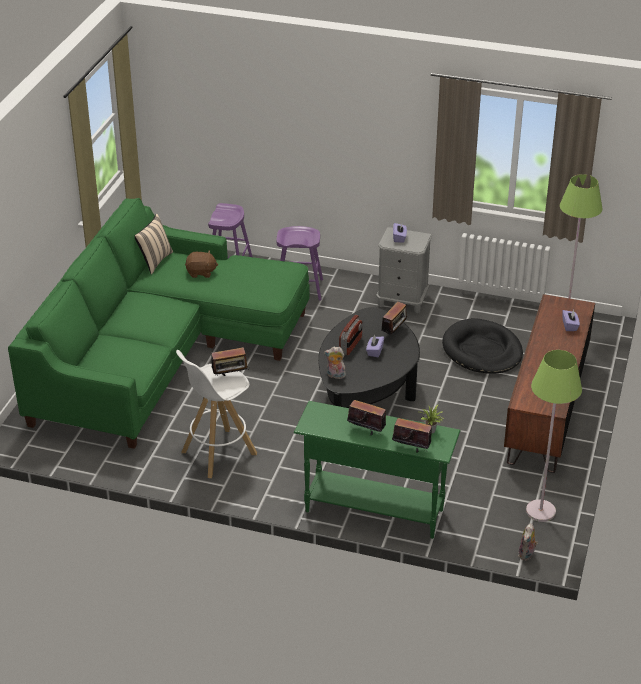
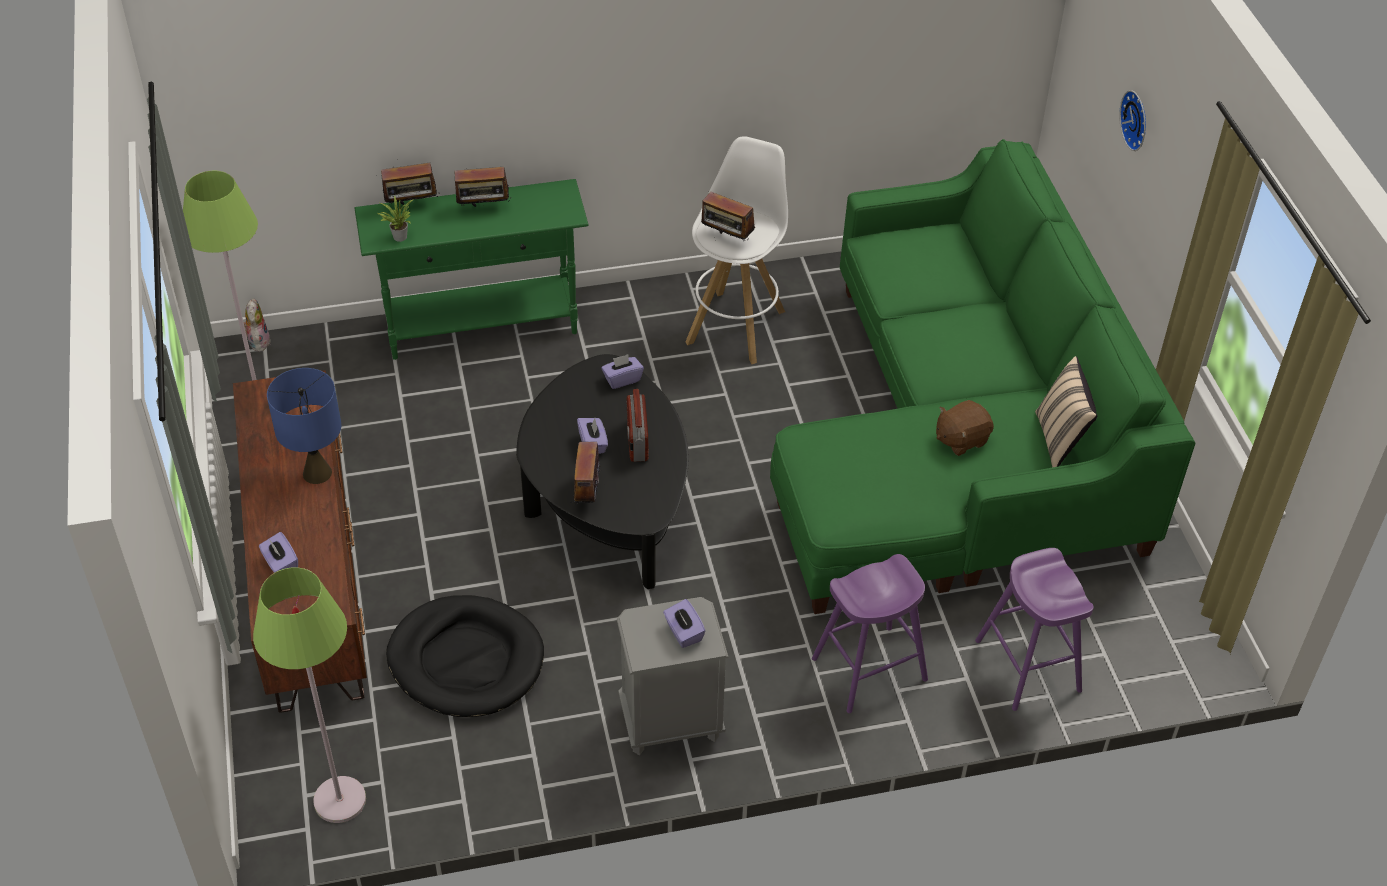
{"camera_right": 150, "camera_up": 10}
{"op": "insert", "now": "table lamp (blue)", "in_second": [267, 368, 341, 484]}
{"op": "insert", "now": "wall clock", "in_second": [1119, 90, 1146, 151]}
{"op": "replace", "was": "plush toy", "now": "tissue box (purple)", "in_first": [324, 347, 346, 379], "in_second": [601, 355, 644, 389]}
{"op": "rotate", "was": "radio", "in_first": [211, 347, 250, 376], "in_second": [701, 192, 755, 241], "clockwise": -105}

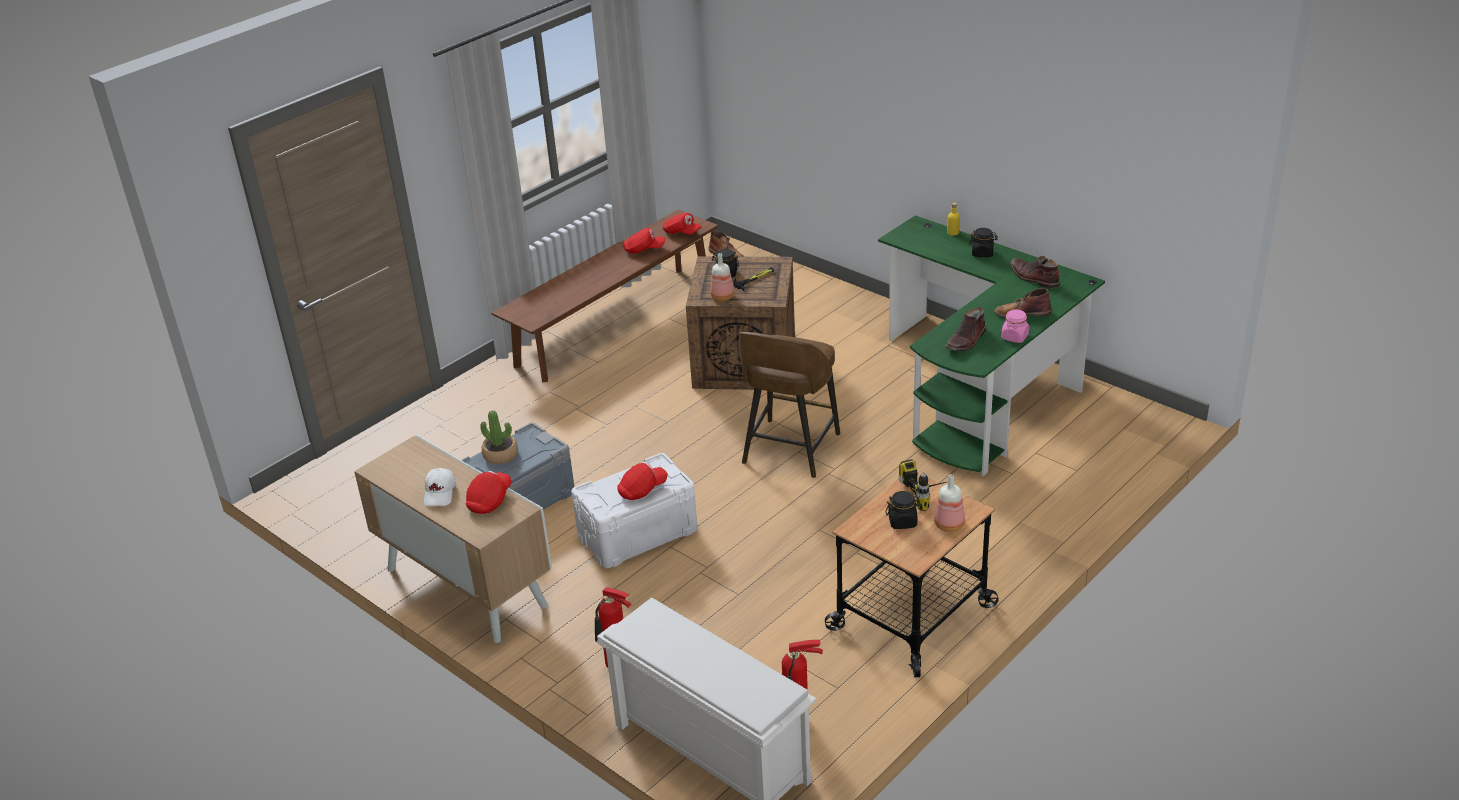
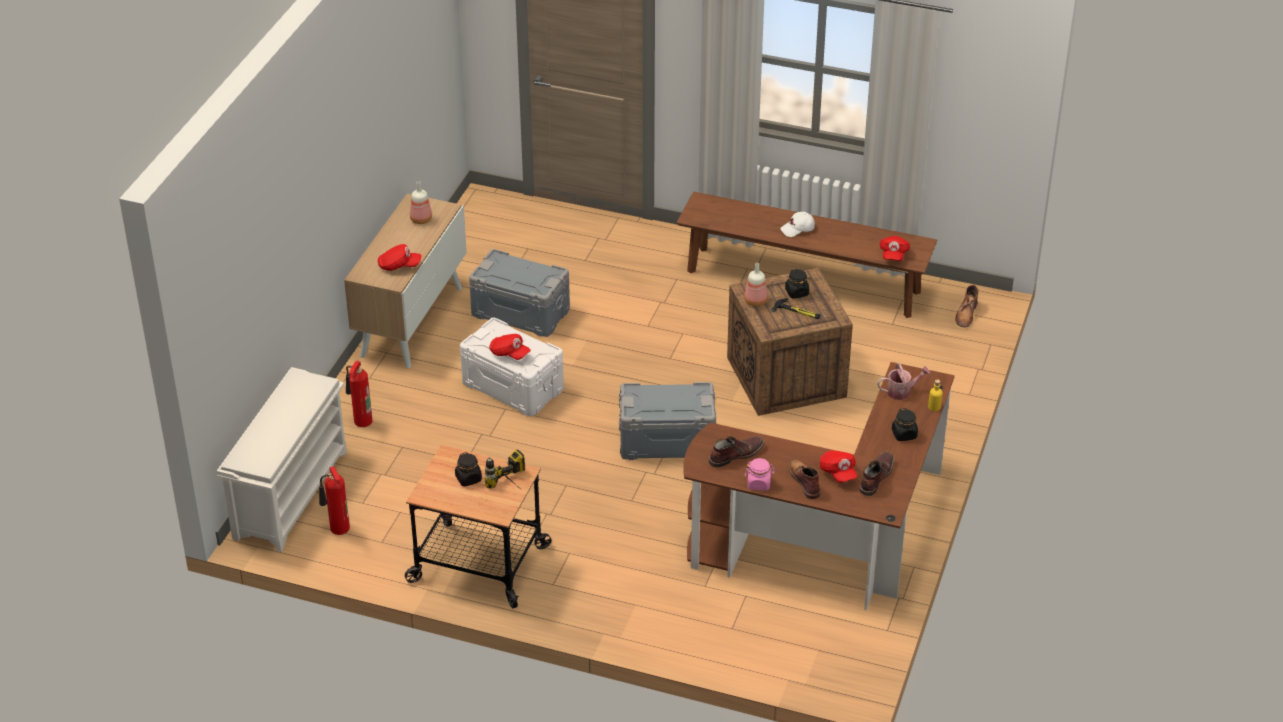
{"camera_right": 65, "camera_up": 5}
{"op": "delete", "was": "potted plant", "in_first": [480, 410, 518, 464]}
{"op": "insert", "now": "watering can", "in_second": [877, 364, 930, 400]}
{"op": "move", "was": "cap (white)", "in_first": [424, 468, 456, 506], "in_second": [780, 212, 815, 237]}
{"op": "move", "was": "cap (red)", "in_first": [623, 228, 665, 254], "in_second": [820, 450, 858, 483]}
{"op": "move", "was": "bottle", "in_first": [934, 474, 965, 532], "in_second": [410, 181, 432, 224]}
{"op": "replace", "was": "stool (brown)", "now": "storage box (grey)", "in_first": [739, 332, 840, 478], "in_second": [619, 382, 716, 460]}
{"op": "recolor", "was": "desk (green)", "now": "desk (brown)", "in_first": [878, 215, 1105, 476], "in_second": [683, 362, 955, 610]}
{"op": "rotate", "was": "boot (brown)", "in_first": [945, 307, 986, 351], "in_second": [709, 436, 765, 467], "clockwise": 135}

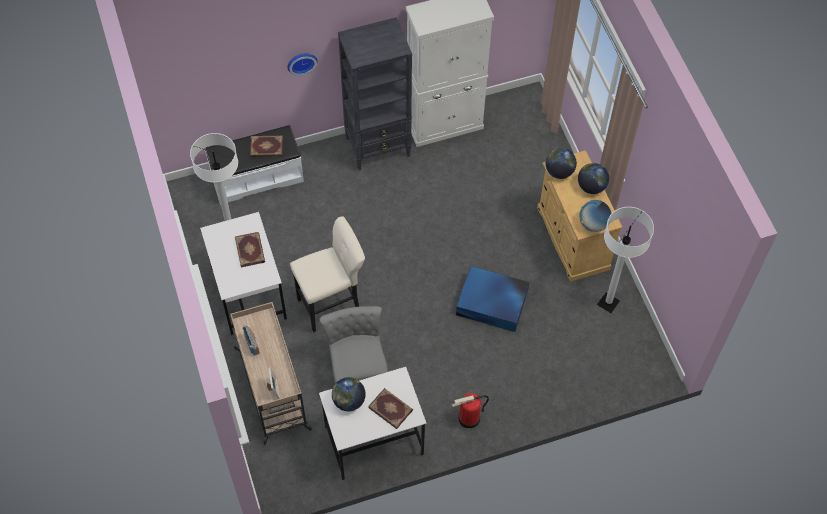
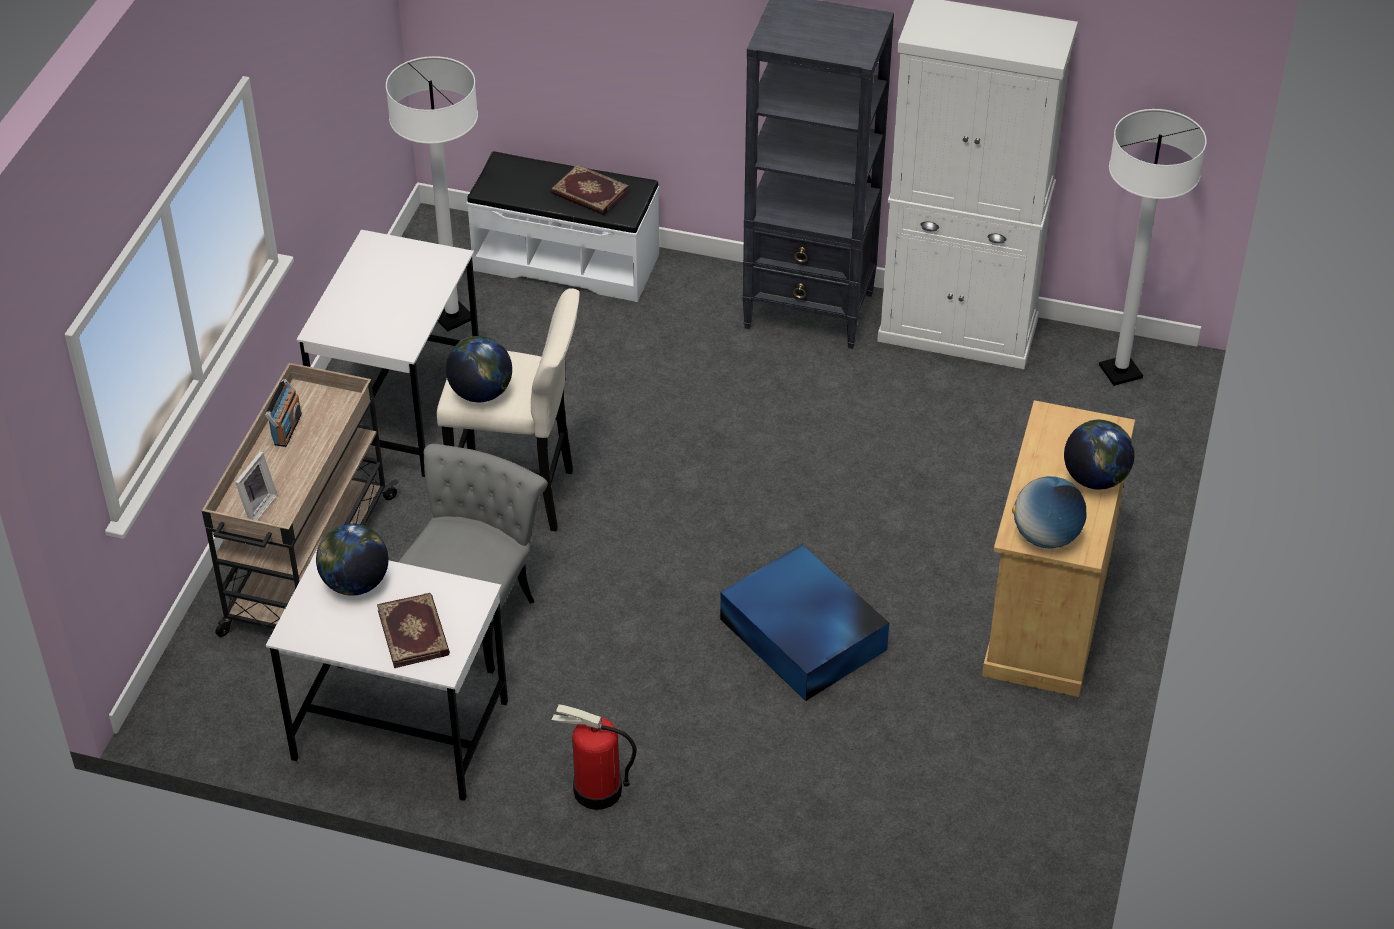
{"camera_right": 35, "camera_up": -15}
{"op": "delete", "was": "book", "in_first": [235, 232, 265, 267]}
{"op": "delete", "was": "wall clock", "in_first": [287, 53, 318, 76]}
{"op": "move", "was": "globe", "in_first": [546, 148, 577, 179], "in_second": [446, 336, 512, 402]}
{"op": "move", "was": "floor lamp (white)", "in_first": [597, 207, 654, 313], "in_second": [1099, 109, 1207, 386]}

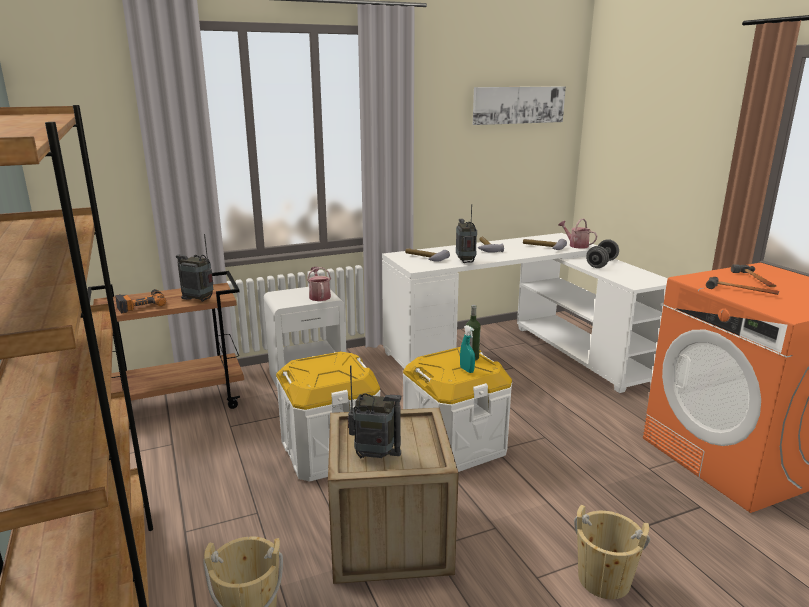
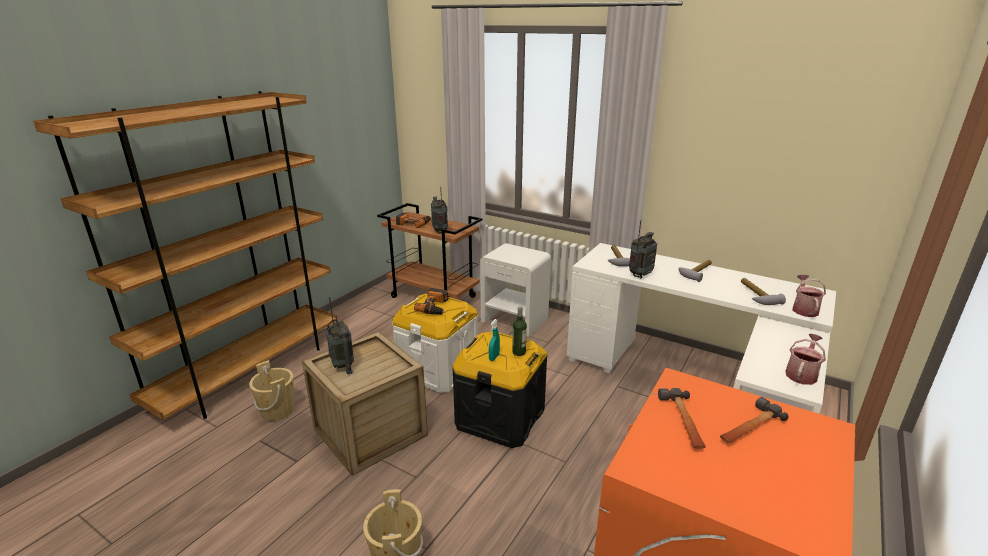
{"camera_right": 55, "camera_up": 5}
{"op": "delete", "was": "picture", "in_first": [473, 86, 566, 125]}
{"op": "delete", "was": "dumbbell (grey)", "in_first": [586, 239, 619, 268]}
{"op": "insert", "now": "power drill", "in_second": [414, 288, 448, 315]}
{"op": "move", "was": "watering can", "in_first": [307, 267, 331, 301], "in_second": [785, 334, 826, 385]}
{"op": "recolor", "was": "storage box (white)", "now": "storage box (black)", "in_first": [403, 347, 512, 472], "in_second": [452, 331, 547, 448]}

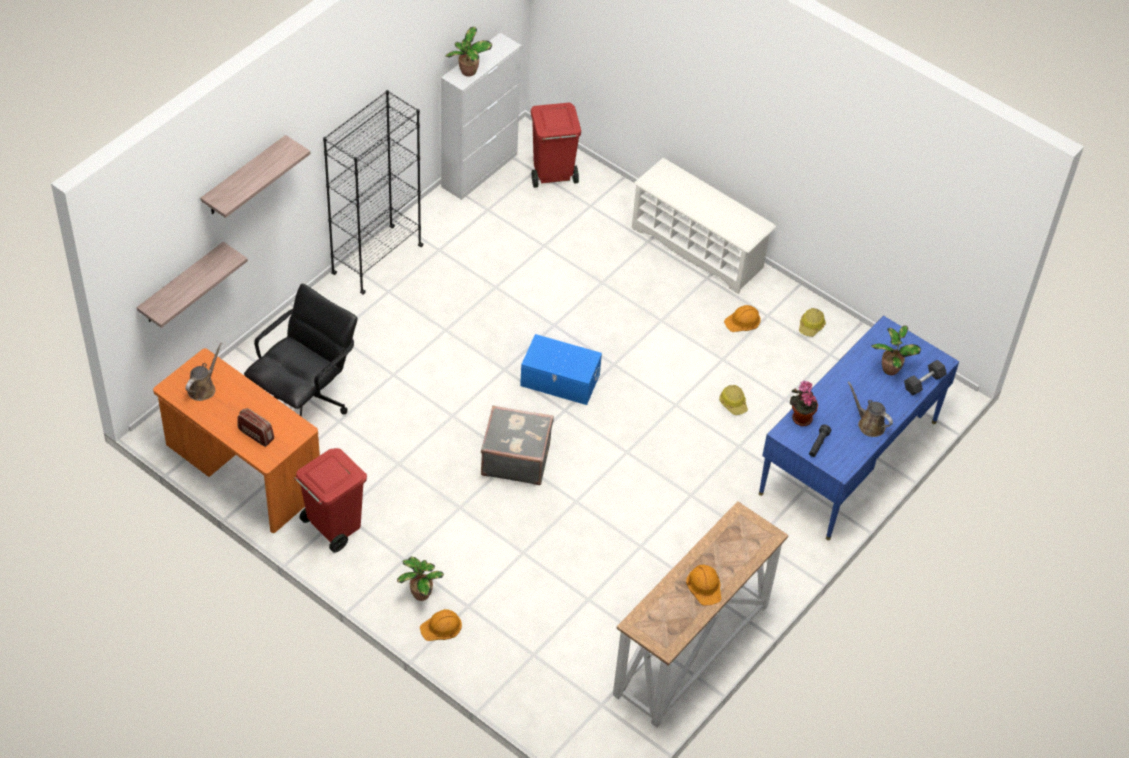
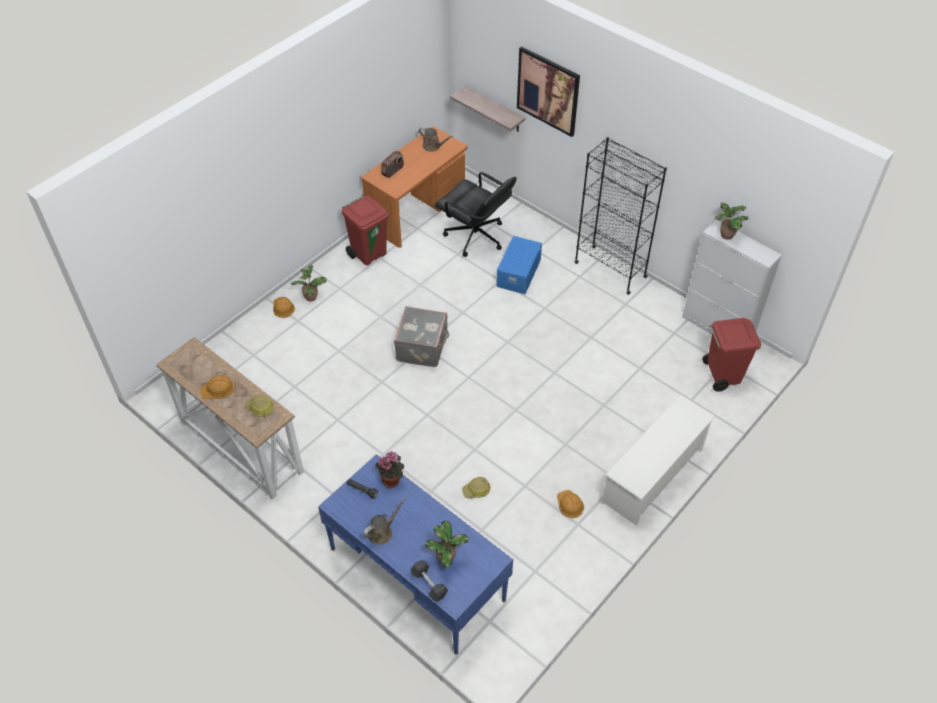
{"camera_right": 95, "camera_up": 0}
{"op": "move", "was": "storage box (blue)", "in_first": [520, 334, 602, 405], "in_second": [496, 236, 542, 294]}
{"op": "move", "was": "hard hat", "in_first": [799, 308, 826, 337], "in_second": [244, 395, 274, 417]}
{"op": "replace", "was": "shelf", "now": "picture", "in_first": [200, 135, 310, 218], "in_second": [517, 47, 580, 137]}

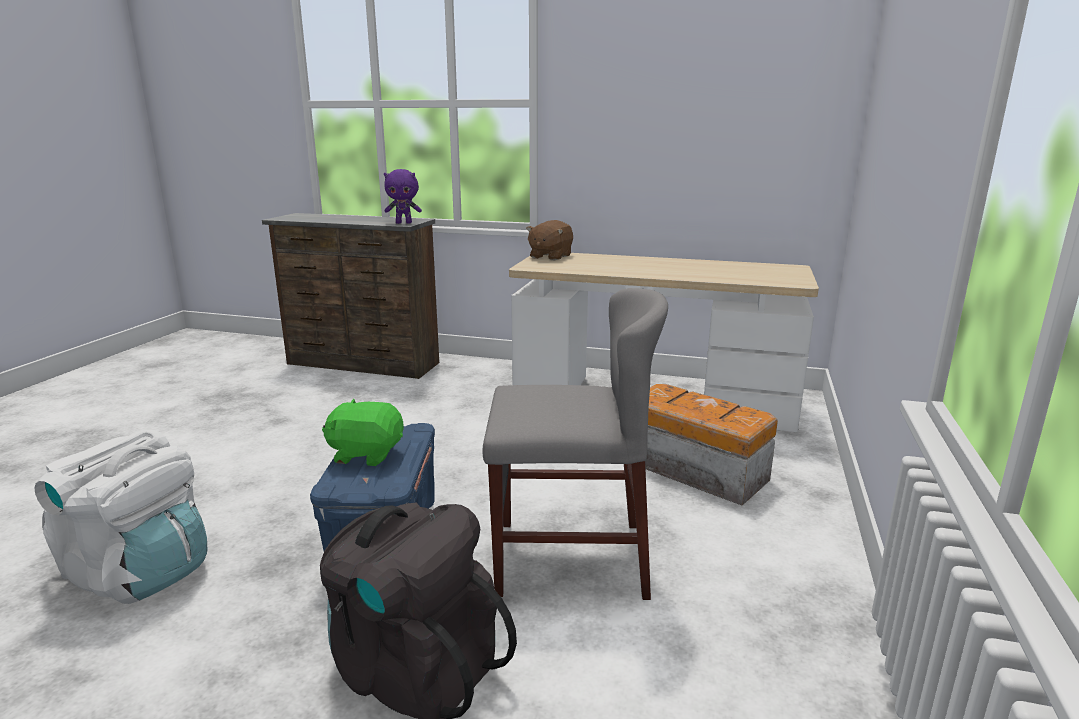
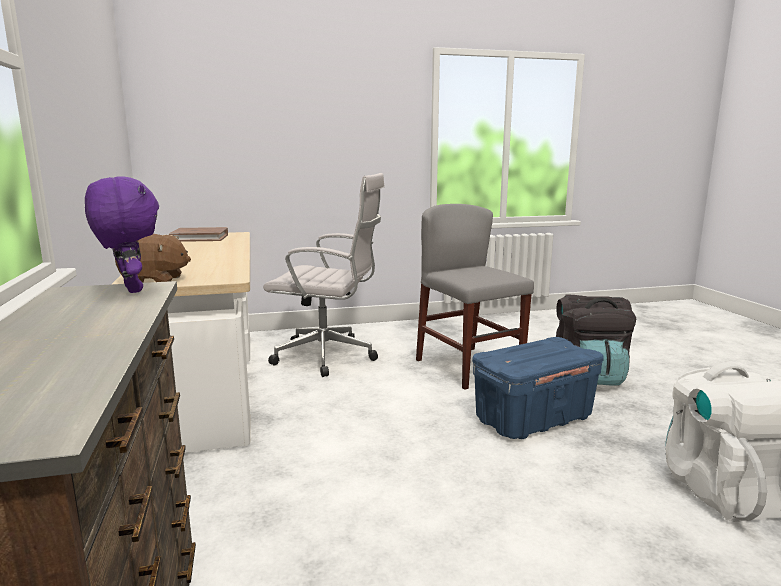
{"camera_right": -120, "camera_up": -5}
{"op": "delete", "was": "plush toy (green)", "in_first": [322, 399, 404, 466]}
{"op": "insert", "now": "book (brown)", "in_second": [169, 227, 228, 242]}
{"op": "replace", "was": "storage box", "now": "office chair (white)", "in_first": [645, 384, 778, 505], "in_second": [263, 173, 385, 377]}

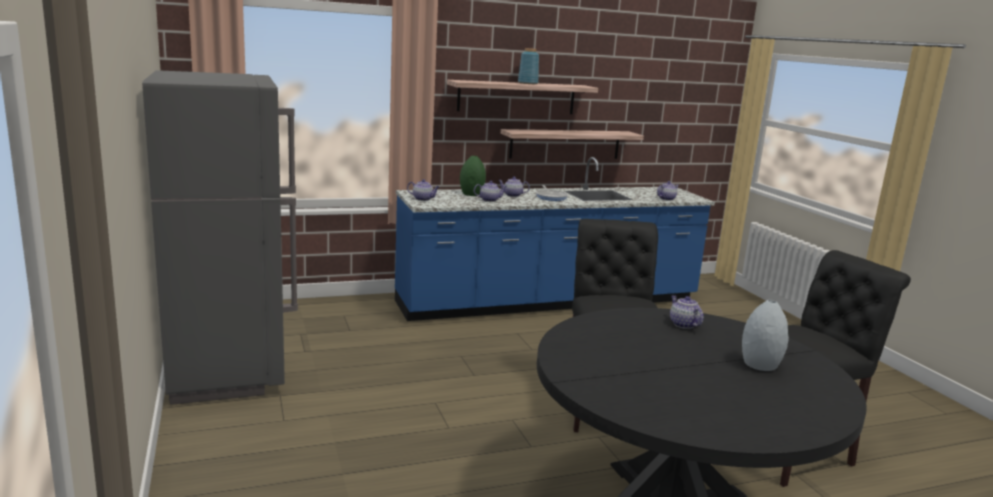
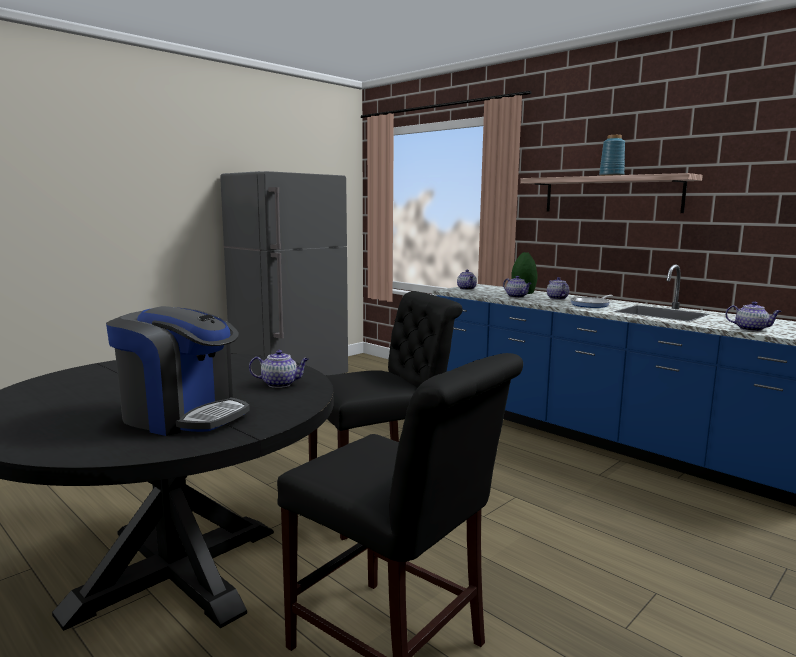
{"camera_right": 65, "camera_up": -5}
{"op": "delete", "was": "shelf", "in_first": [501, 129, 644, 159]}
{"op": "replace", "was": "vase (grey)", "now": "coffee machine", "in_first": [742, 299, 789, 371], "in_second": [106, 306, 250, 436]}
{"op": "rotate", "was": "teapot", "in_first": [670, 295, 704, 329], "in_second": [249, 350, 309, 388], "clockwise": 45}

